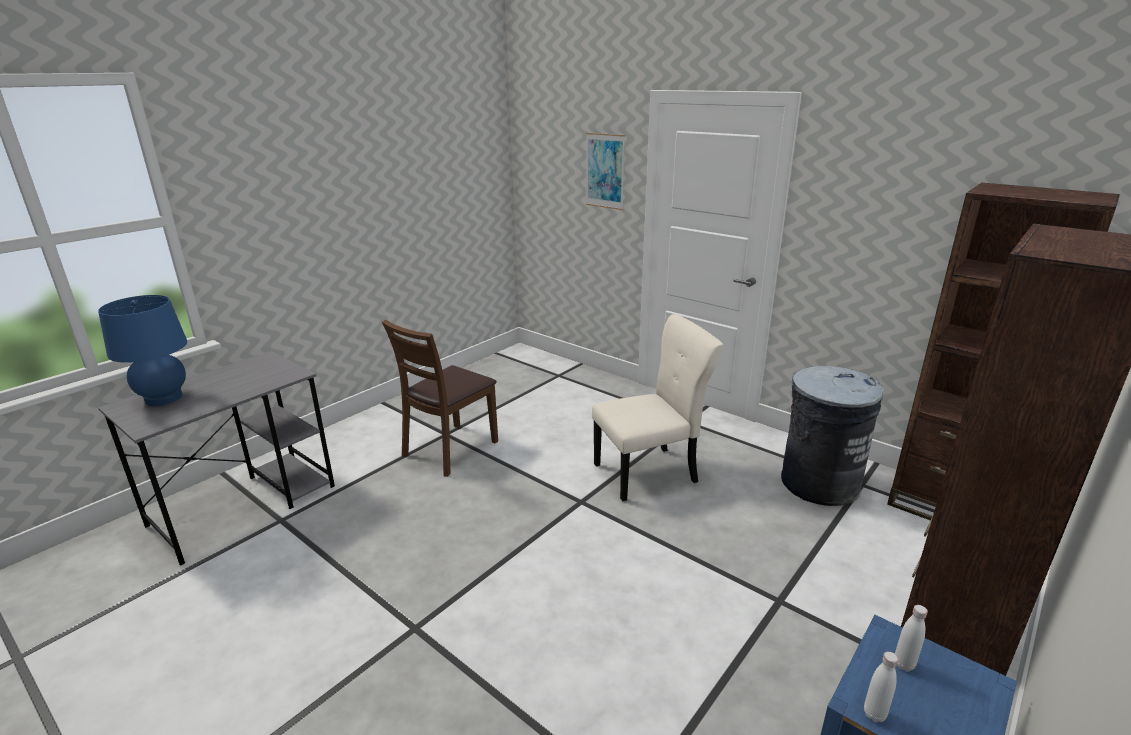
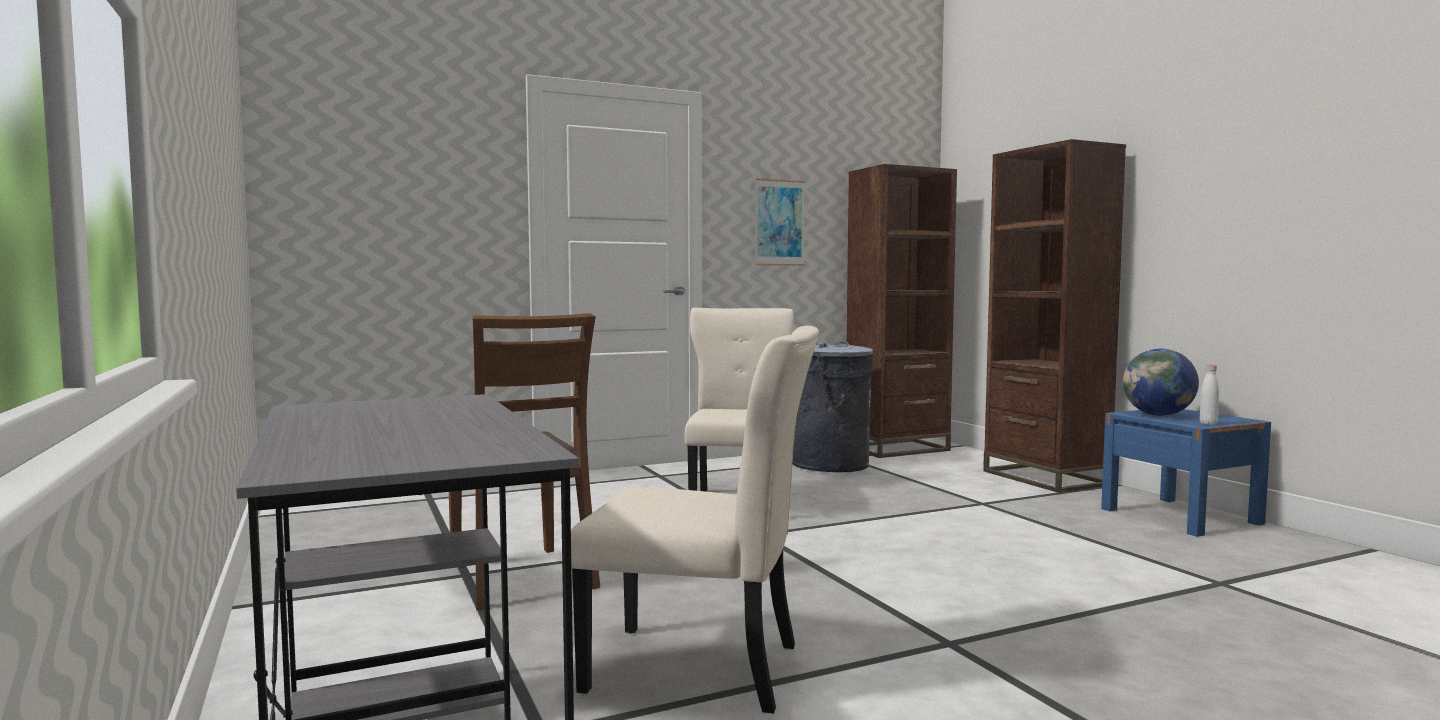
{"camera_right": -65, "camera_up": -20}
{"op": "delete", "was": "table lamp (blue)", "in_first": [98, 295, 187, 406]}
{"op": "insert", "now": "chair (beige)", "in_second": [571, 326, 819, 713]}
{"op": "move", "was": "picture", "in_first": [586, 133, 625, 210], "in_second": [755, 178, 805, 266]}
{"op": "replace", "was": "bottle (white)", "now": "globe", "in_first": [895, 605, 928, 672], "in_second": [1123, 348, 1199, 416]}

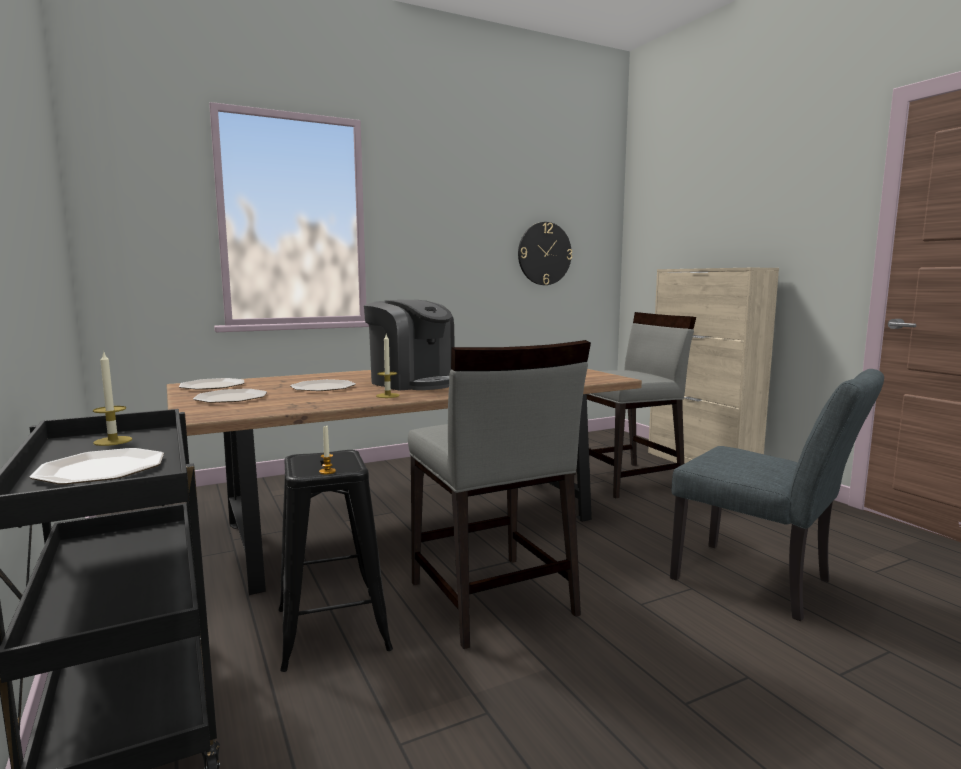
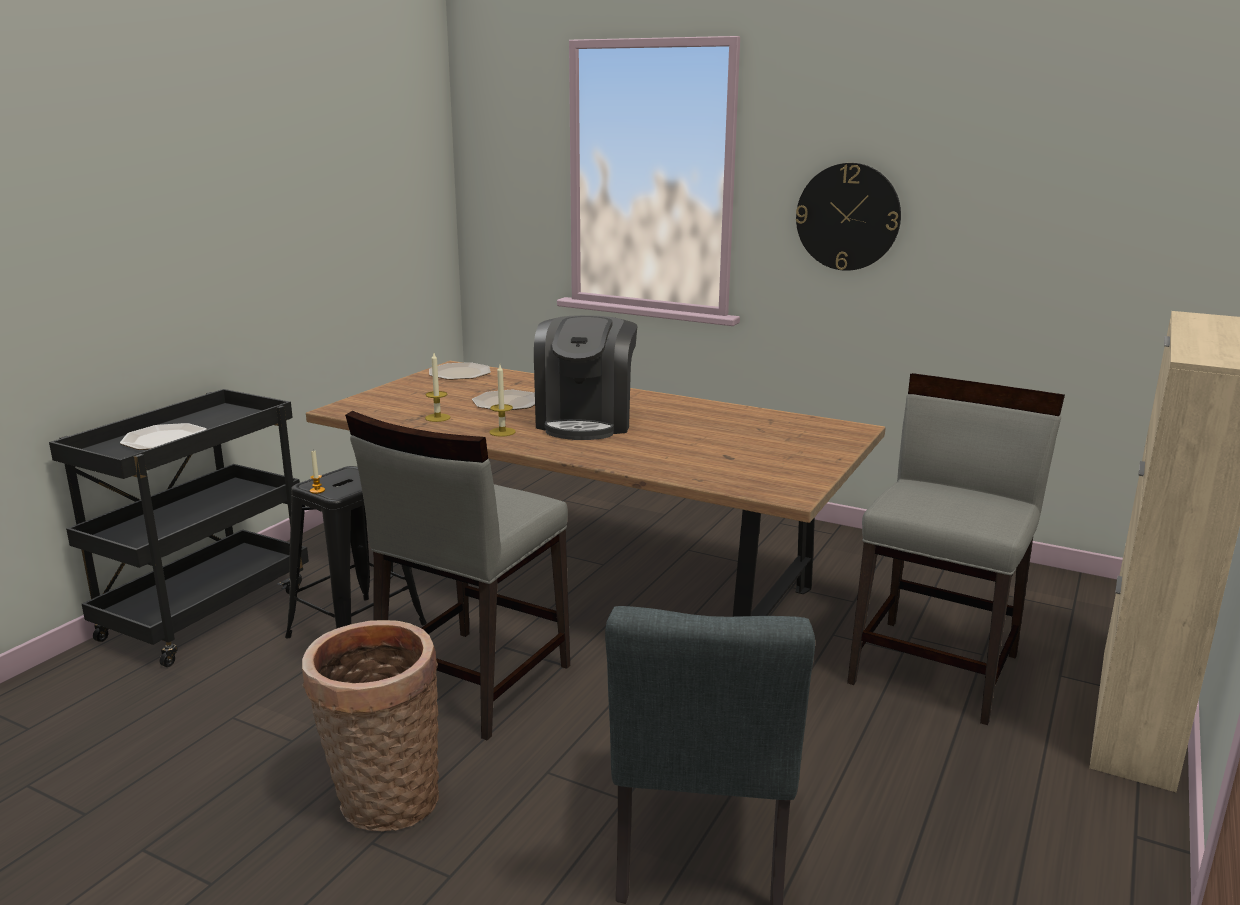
{"camera_right": 55, "camera_up": 10}
{"op": "delete", "was": "plate", "in_first": [193, 389, 267, 403]}
{"op": "insert", "now": "basket", "in_second": [302, 620, 439, 831]}
{"op": "move", "was": "candle", "in_first": [93, 351, 132, 446], "in_second": [425, 353, 451, 422]}
{"op": "move", "was": "wall clock", "in_first": [518, 222, 572, 285], "in_second": [796, 163, 901, 271]}
{"op": "rotate", "was": "chair (grey)", "in_first": [574, 312, 696, 498], "in_second": [847, 373, 1065, 725], "clockwise": -90}

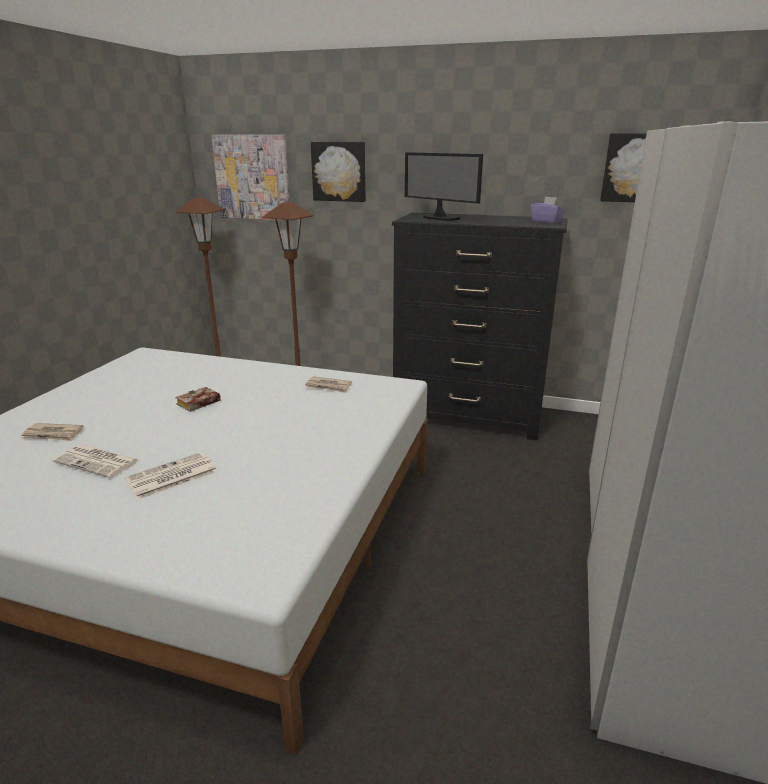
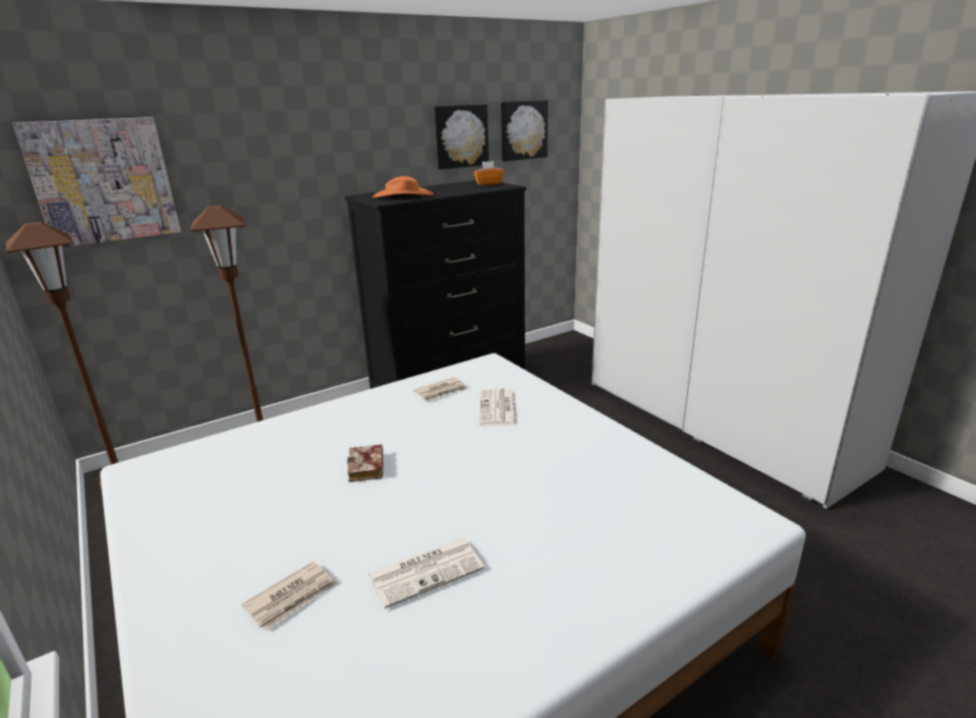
{"camera_right": -50, "camera_up": 0}
{"op": "move", "was": "newspaper", "in_first": [125, 452, 217, 500], "in_second": [480, 388, 518, 426]}
{"op": "move", "was": "picture", "in_first": [311, 142, 366, 202], "in_second": [435, 104, 489, 169]}
{"op": "replace", "was": "monitor", "now": "hat (orange)", "in_first": [405, 152, 483, 221], "in_second": [373, 176, 433, 198]}
{"op": "recolor", "was": "tissue box (purple)", "now": "tissue box (orange)", "in_first": [530, 197, 566, 223], "in_second": [474, 161, 504, 185]}

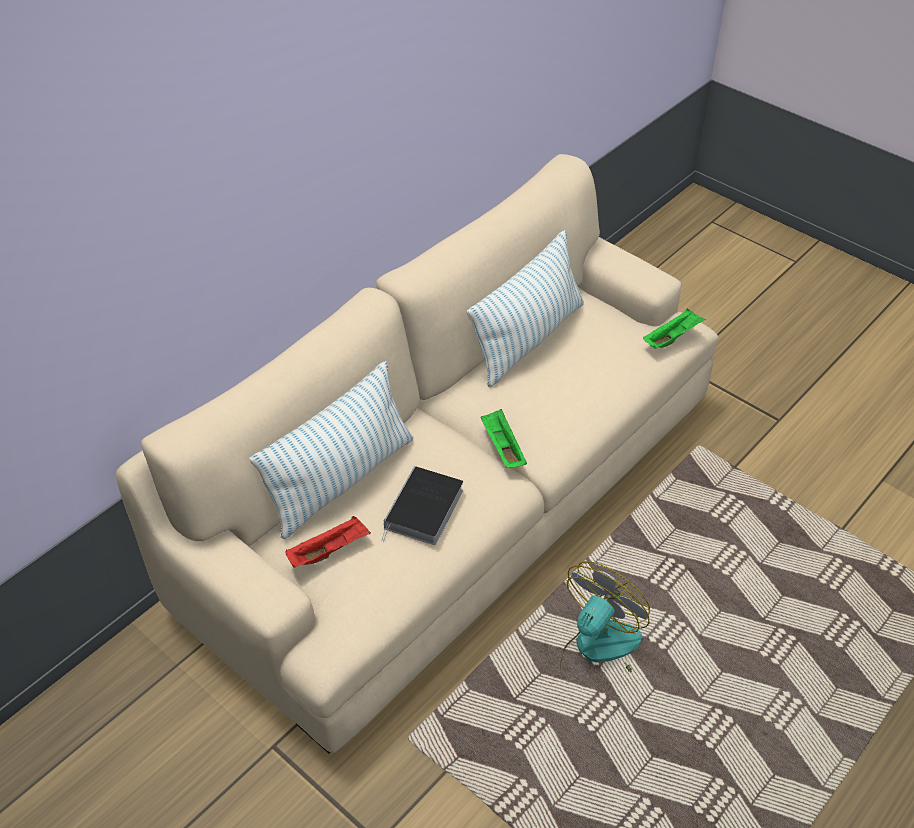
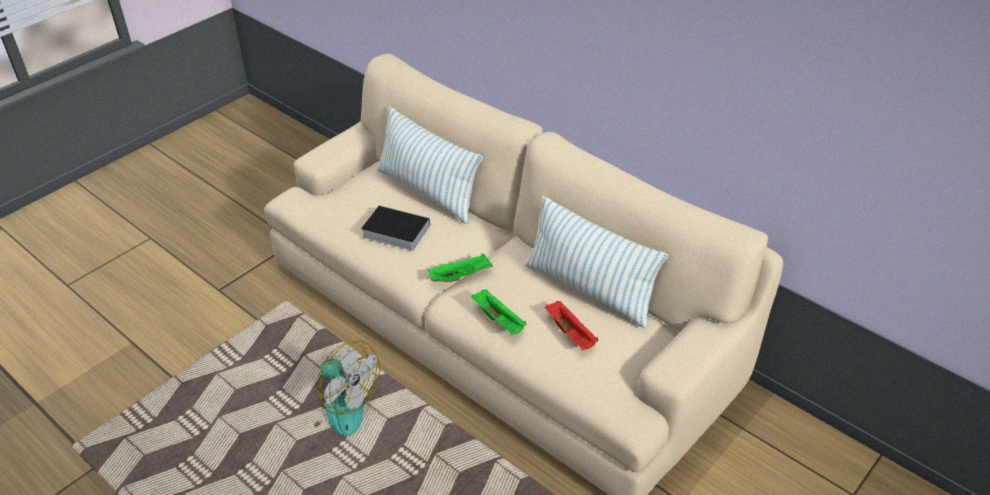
{"camera_right": 90, "camera_up": -5}
{"op": "move", "was": "tray (red)", "in_first": [286, 516, 371, 568], "in_second": [545, 301, 598, 350]}
{"op": "move", "was": "tray (green)", "in_first": [643, 308, 706, 349], "in_second": [472, 290, 526, 335]}

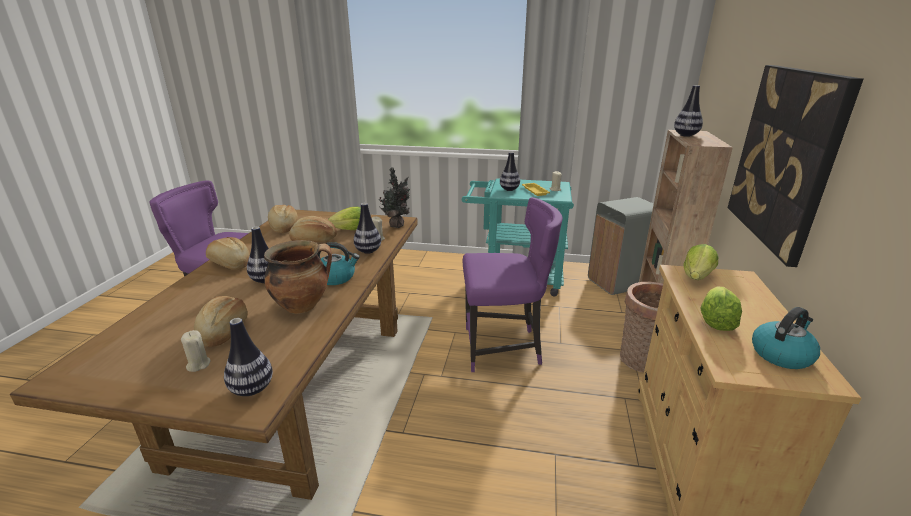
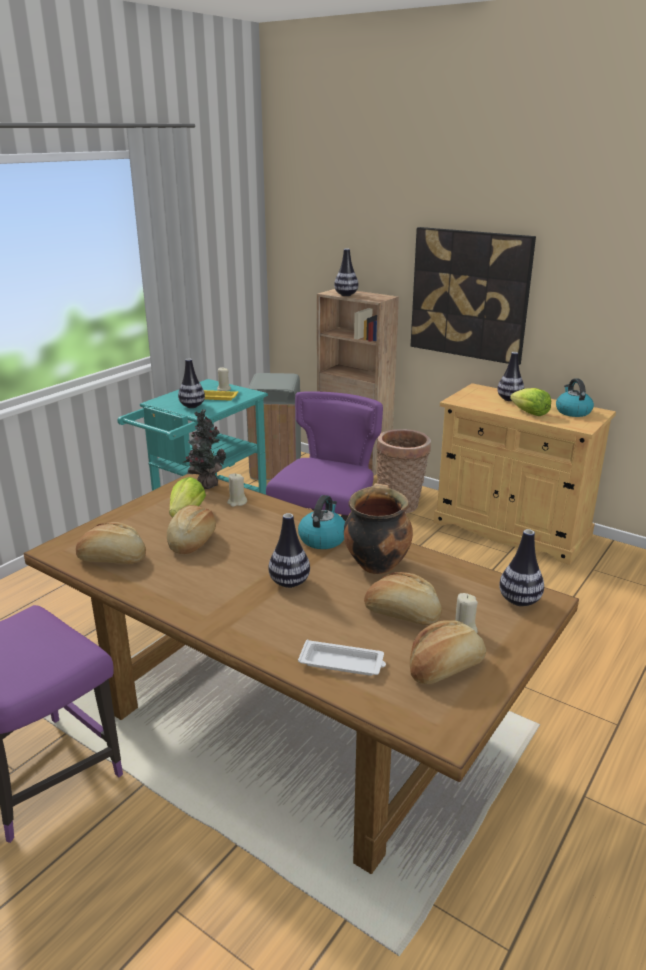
{"camera_right": -65, "camera_up": 0}
{"op": "delete", "was": "lettuce", "in_first": [683, 244, 718, 280]}
{"op": "insert", "now": "tray (white)", "in_second": [298, 640, 386, 676]}
{"op": "move", "was": "bread", "in_first": [206, 237, 250, 270], "in_second": [410, 621, 486, 684]}
{"op": "move", "was": "vase", "in_first": [354, 203, 381, 254], "in_second": [497, 352, 524, 401]}

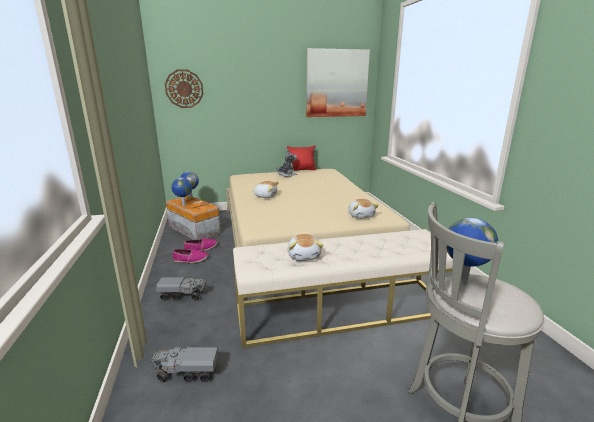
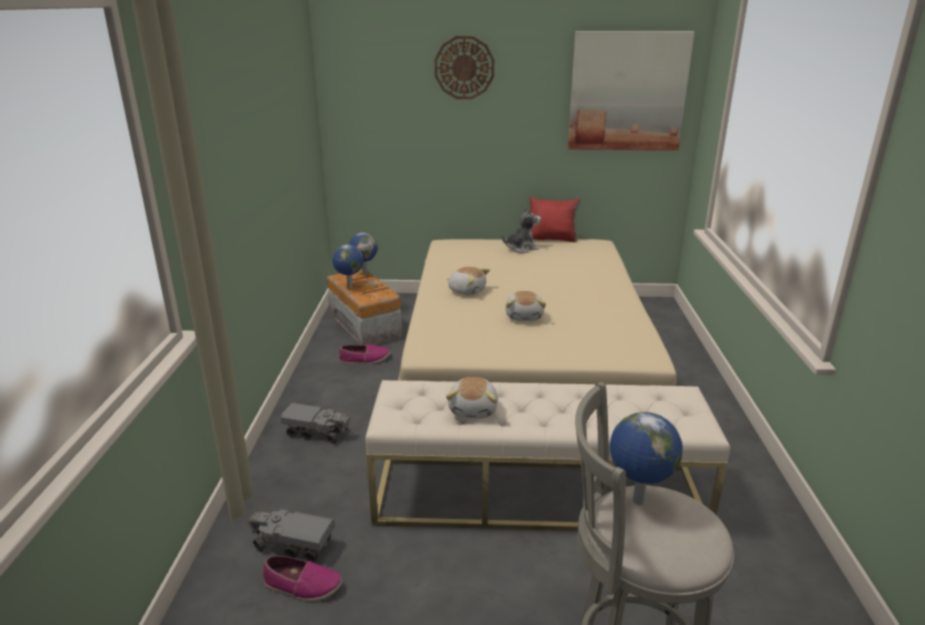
{"camera_right": 15, "camera_up": 5}
{"op": "move", "was": "wall clock", "in_first": [165, 69, 203, 108], "in_second": [434, 36, 494, 99]}
{"op": "move", "was": "shoe", "in_first": [173, 249, 209, 263], "in_second": [263, 556, 342, 601]}
{"op": "move", "was": "plush toy", "in_first": [348, 199, 379, 219], "in_second": [505, 291, 546, 321]}

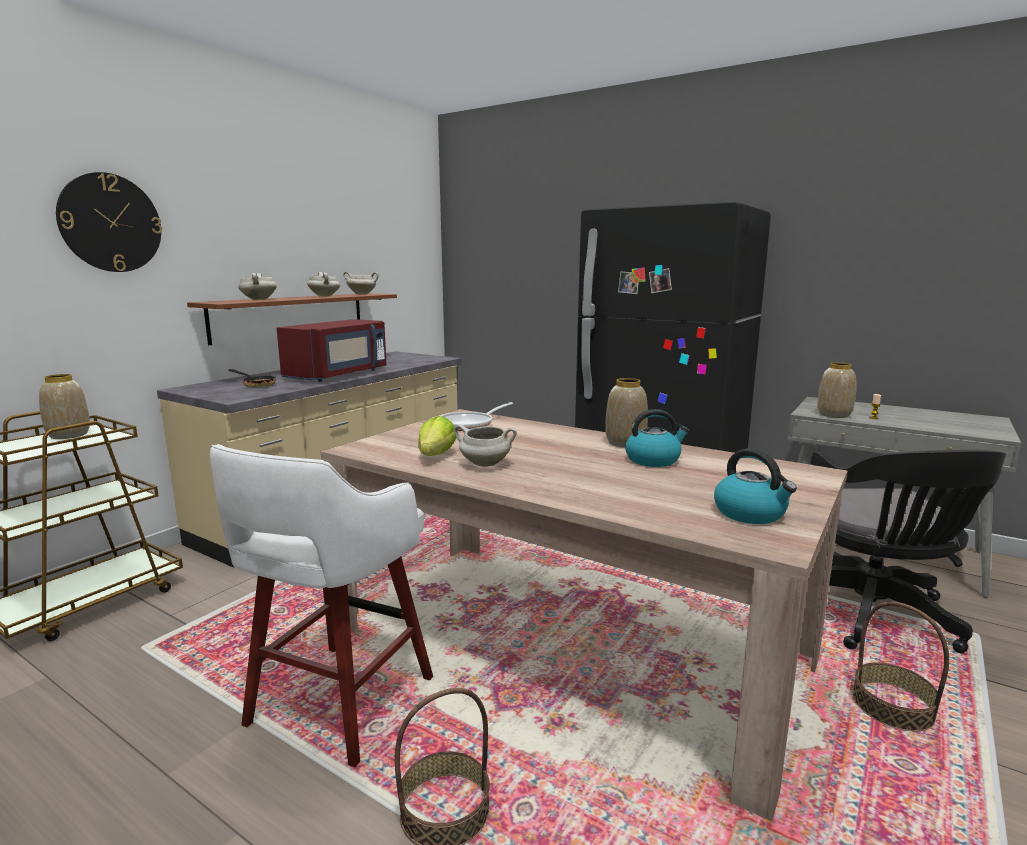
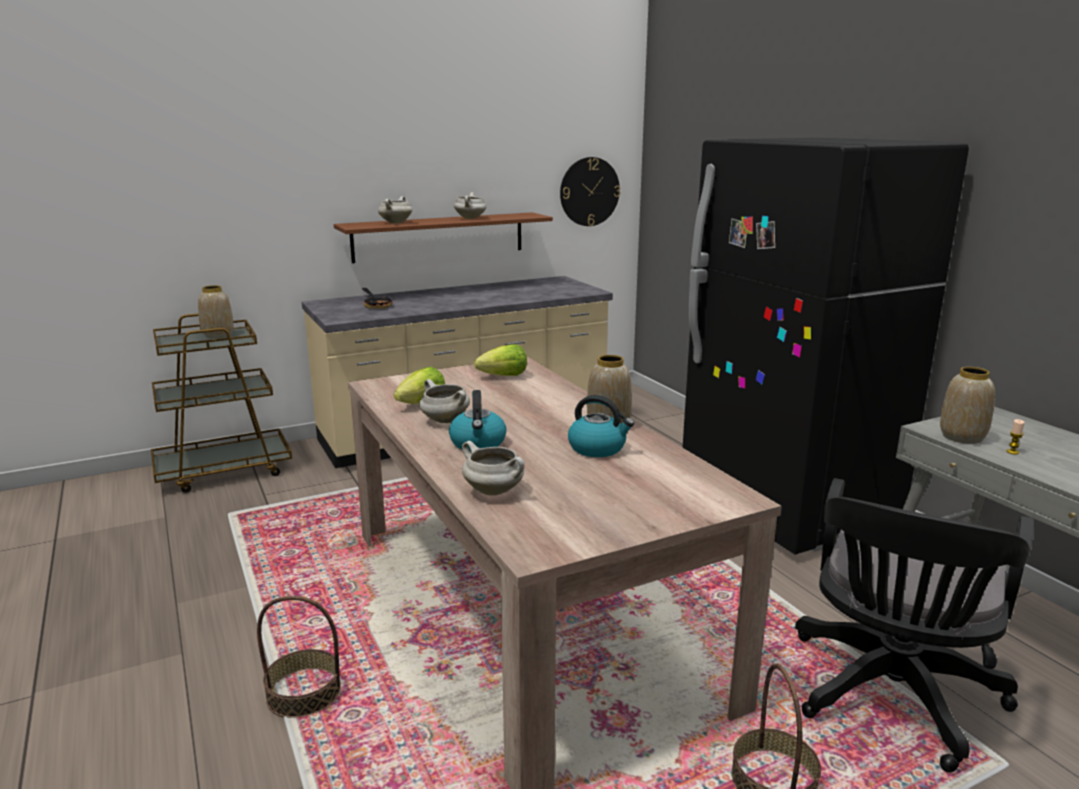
{"camera_right": 30, "camera_up": 5}
{"op": "delete", "was": "stool (white)", "in_first": [210, 444, 433, 767]}
{"op": "delete", "was": "microwave (red)", "in_first": [277, 319, 387, 382]}
{"op": "move", "was": "wall clock", "in_first": [56, 172, 162, 272], "in_second": [560, 157, 620, 226]}
{"op": "move", "was": "cooking pot (white)", "in_first": [343, 272, 379, 294], "in_second": [462, 441, 524, 496]}
{"op": "move", "was": "kettle", "in_first": [714, 448, 797, 524], "in_second": [449, 390, 507, 451]}
{"op": "replace", "was": "frying pan", "now": "lettuce", "in_first": [441, 402, 513, 431], "in_second": [474, 344, 527, 376]}

